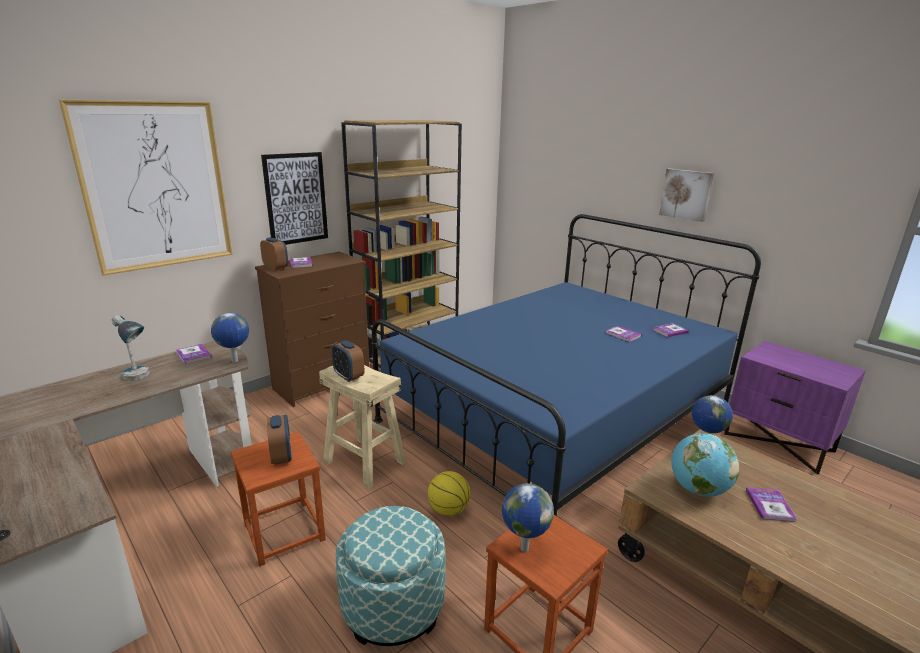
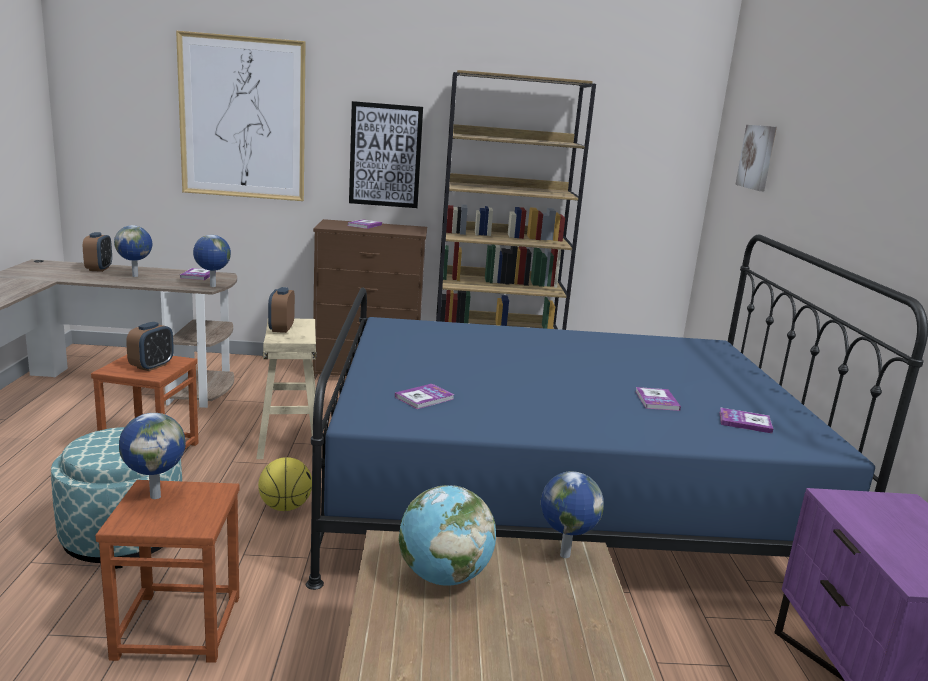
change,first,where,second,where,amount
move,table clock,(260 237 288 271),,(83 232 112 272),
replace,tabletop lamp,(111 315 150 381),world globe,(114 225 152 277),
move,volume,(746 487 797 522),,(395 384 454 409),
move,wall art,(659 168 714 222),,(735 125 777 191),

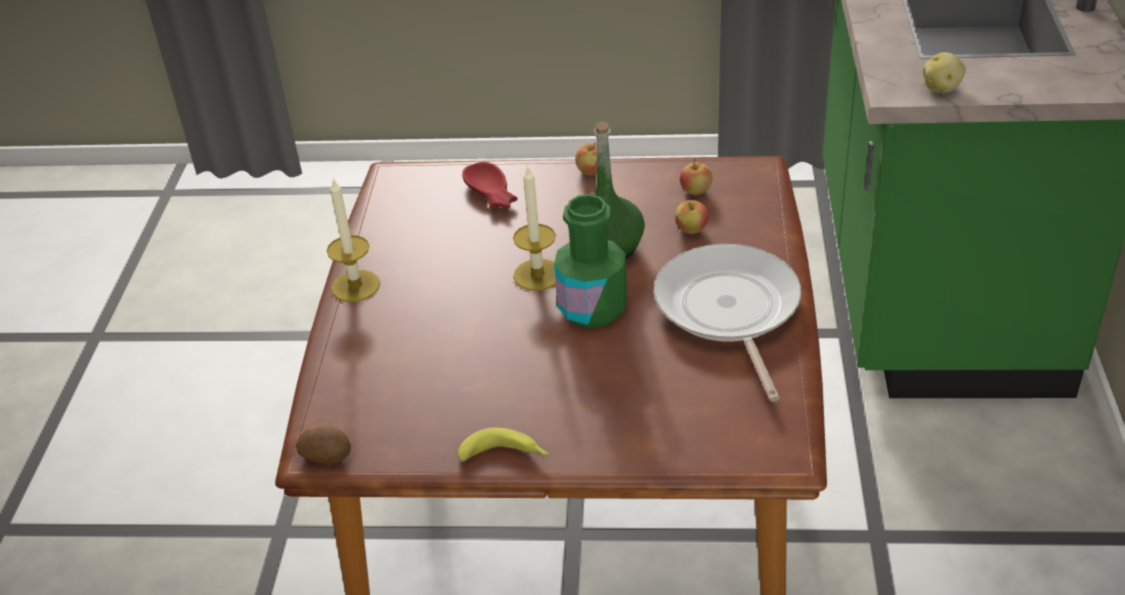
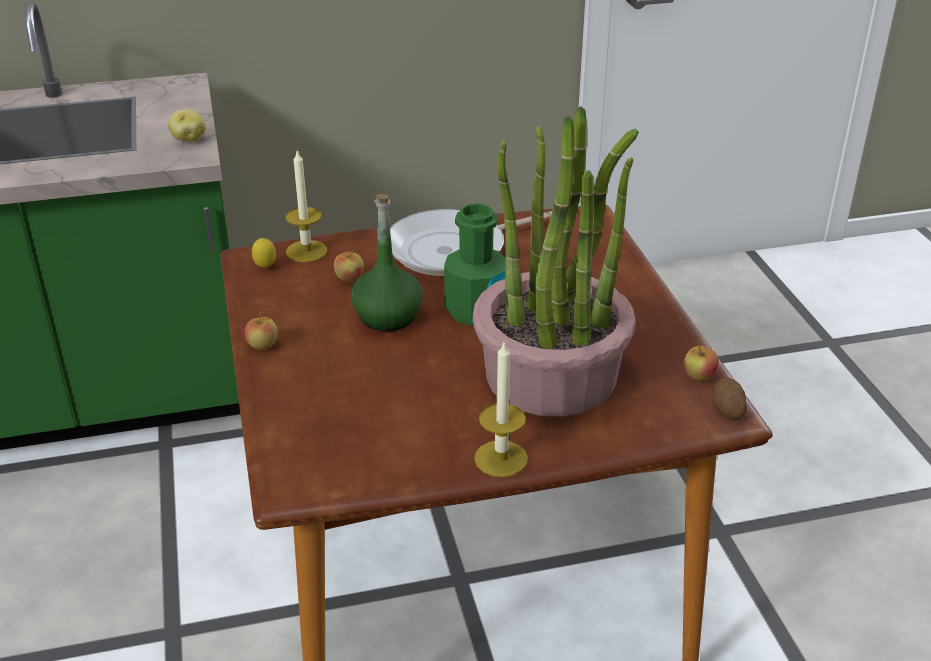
change,first,where,second,where,amount
insert,,,citrus fruit,(252 238 276 268),
move,wax candle,(513 165 556 291),,(285 150 328 262),
insert,,,plant in a pot,(473 106 639 417),
move,whole apple,(680 158 713 195),,(684 346 719 380),
delete,whole banana,(458 428 550 462),,,
delete,deep dish (red),(462 162 518 209),,,

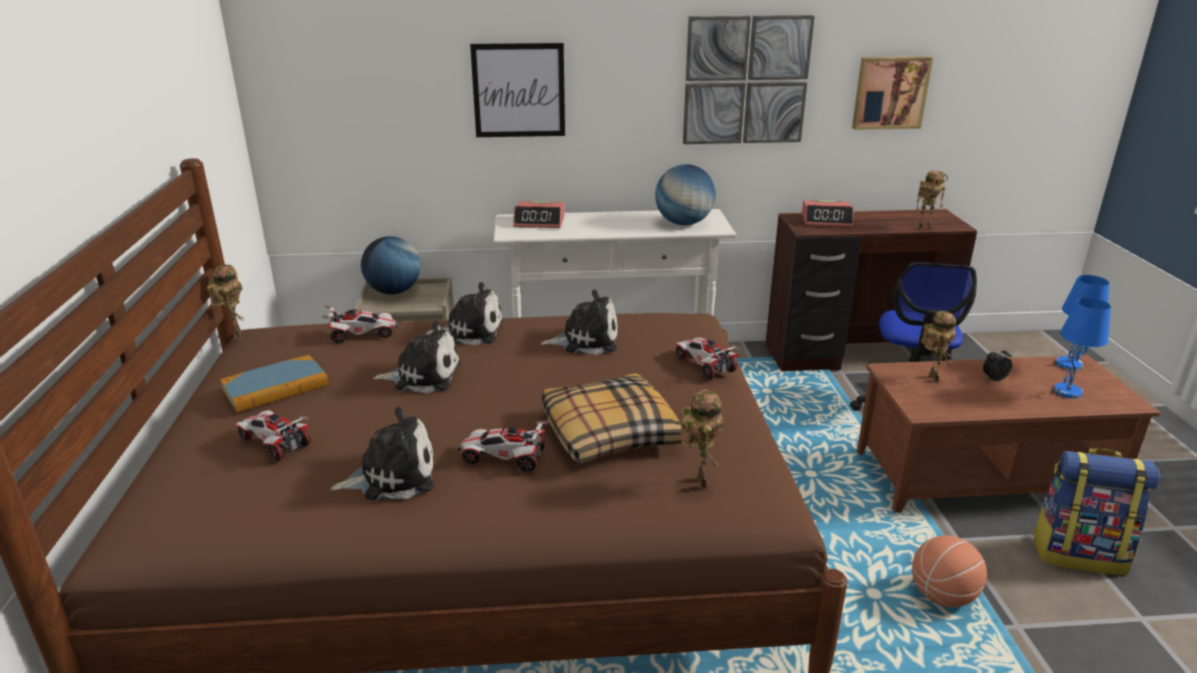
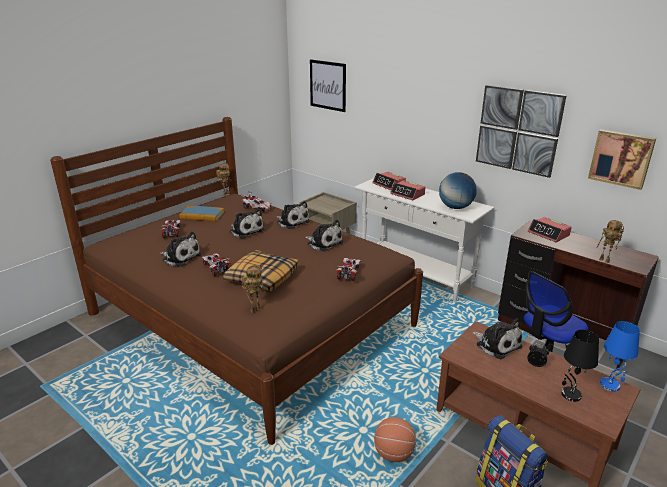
change,first,where,second,where,amount
move,wall art,(470 43 565 137),,(310 59 346 112),
insert,,,table clock,(390 180 425 200),
replace,toy robot,(921 311 956 383),soft toy,(472 318 522 359),
recolor,tabletop lamp (blue-coloured),(1054 297 1111 399),tabletop lamp (blackish),(561 330 599 402),
delete,world globe,(361 236 420 295),,,

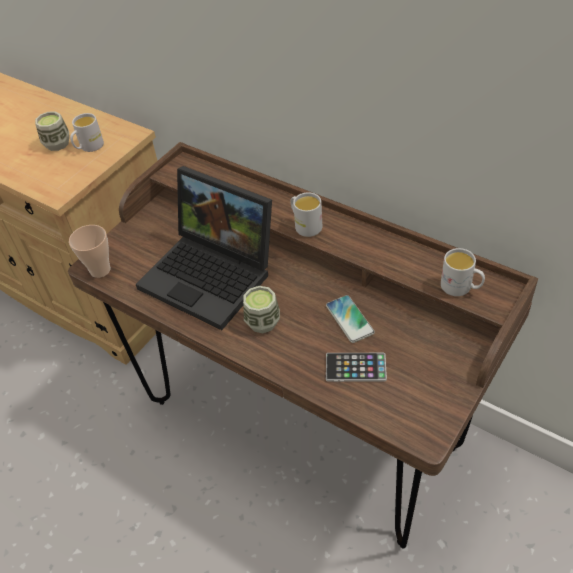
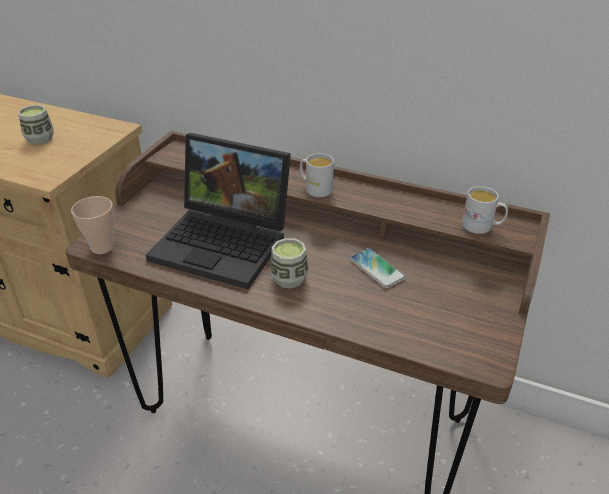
change,first,where,second,where,amount
delete,mug (white-coloured),(70 113 104 152),,,
delete,telephone,(326 353 387 382),,,

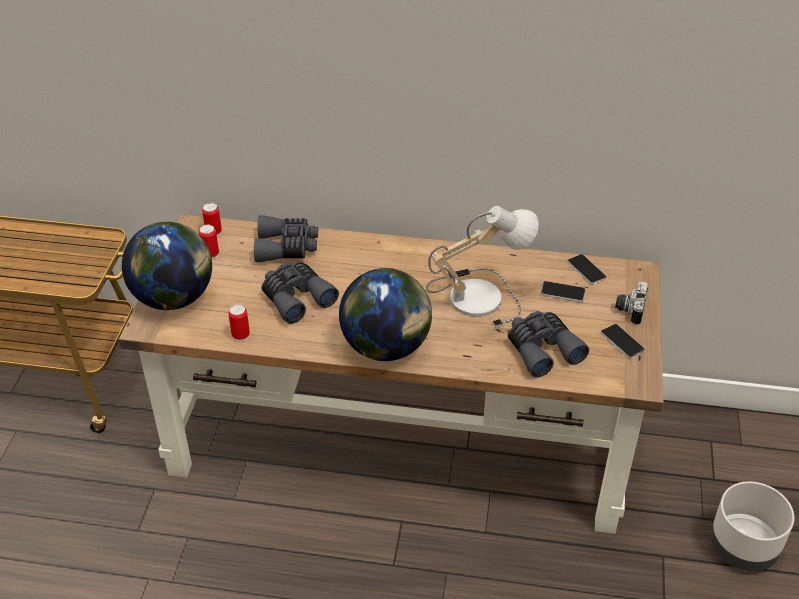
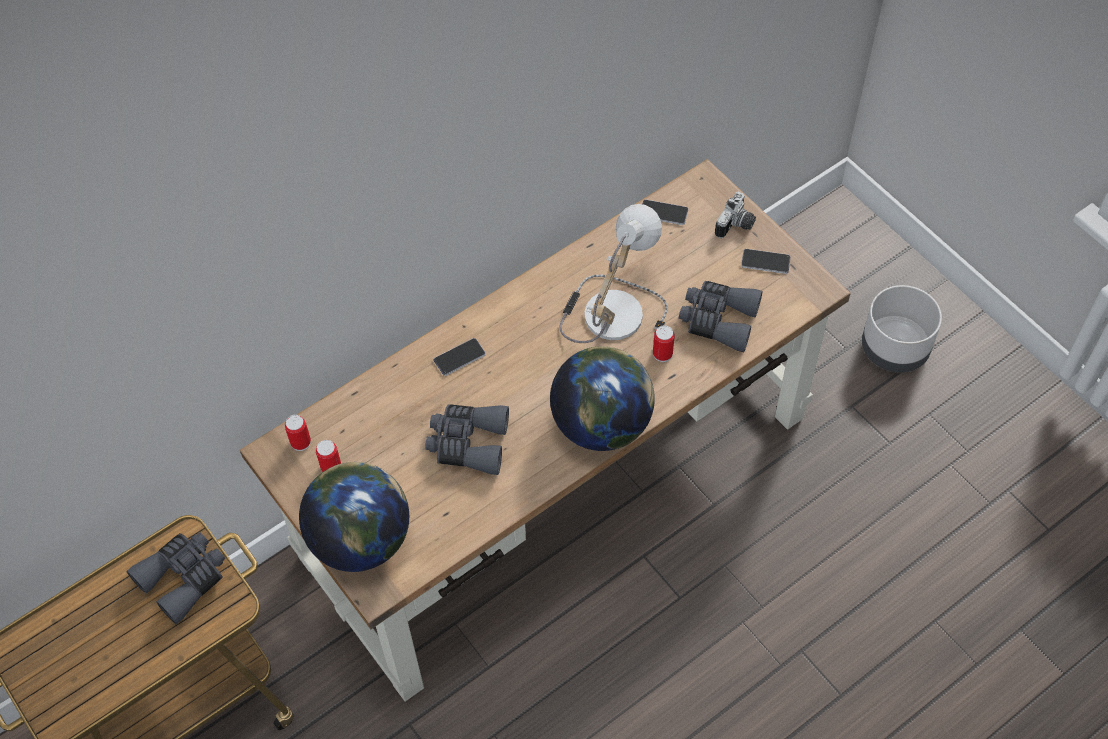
change,first,where,second,where,amount
move,binoculars (grey),(254 216 318 262),,(126 532 225 624),
move,telephone,(541 281 586 302),,(433 338 486 376),
move,metal can,(228 304 250 341),,(653 325 675 362),
rotate,still camera,(615 281 648 325),,(715 192 756 238),120 degrees counterclockwise

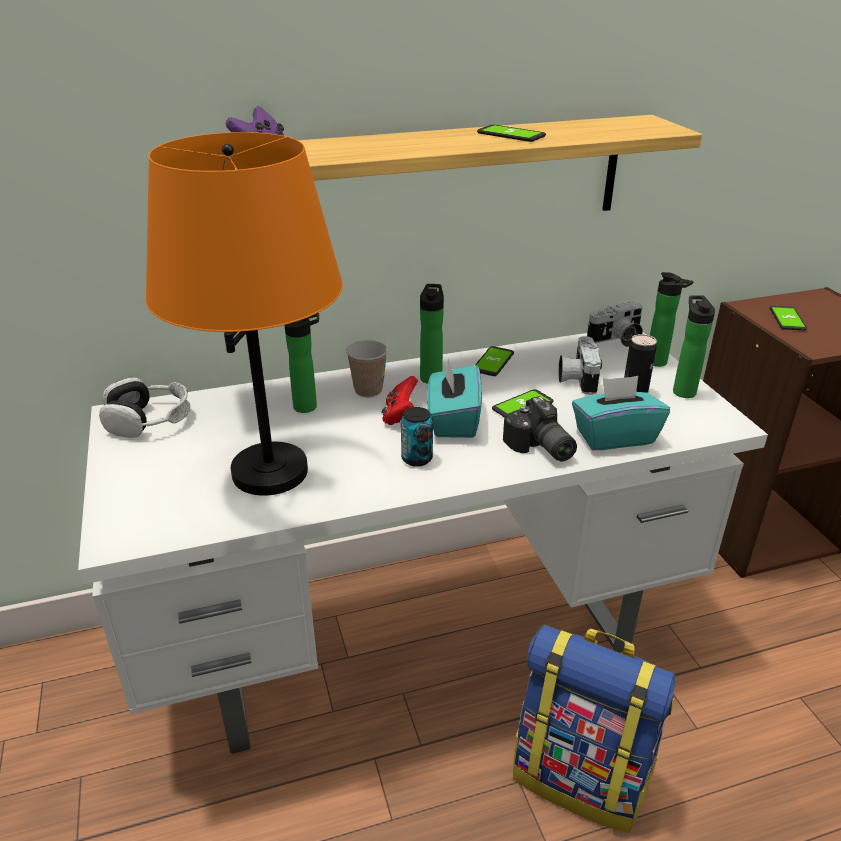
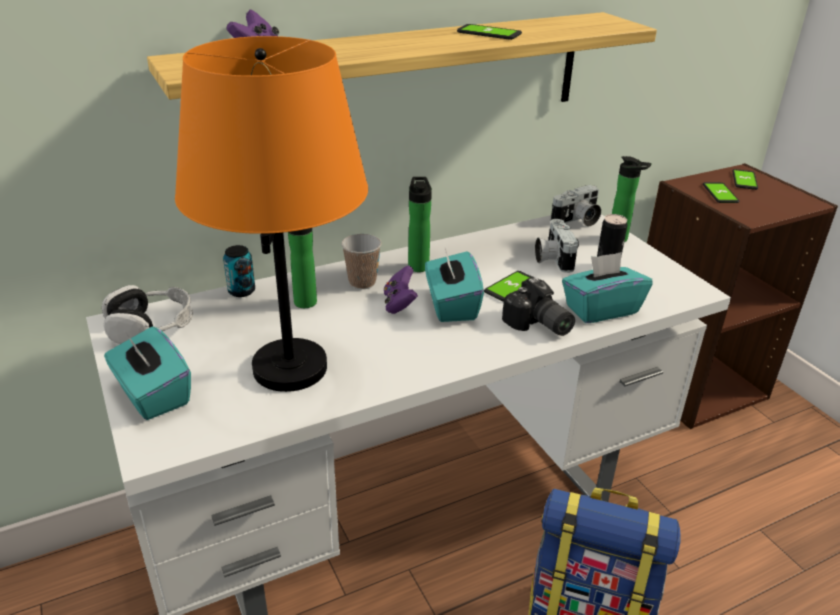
change,first,where,second,where,amount
insert,,,box of tissues (blue-green),(104 327 191 420),
move,metal can,(401 407 433 467),,(223 245 255 297),
recolor,joypad (red),(381 376 418 425),joypad (purple),(384 265 418 314),
move,telephone,(475 346 514 376),,(732 169 758 190),
delete,drink bottle,(673 295 715 398),,,

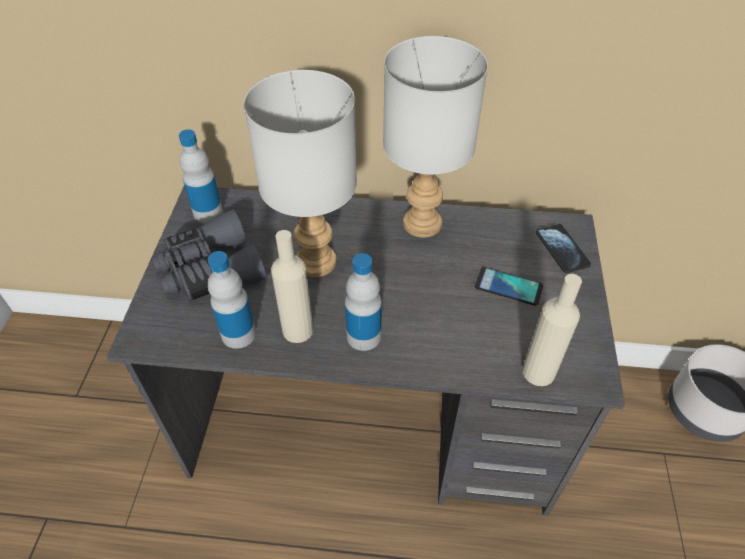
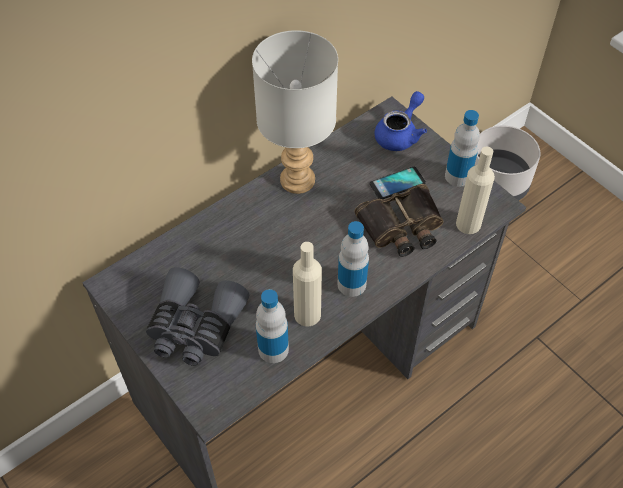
change,first,where,second,where,amount
insert,,,binoculars,(354 184 444 257),
replace,telephone,(536 224 591 273),pot for tea (blue-coloured),(374 91 427 151),
move,drink bottle,(179 129 223 223),,(445 110 480 187),
delete,tabletop lamp (grey),(244 70 357 277),,,

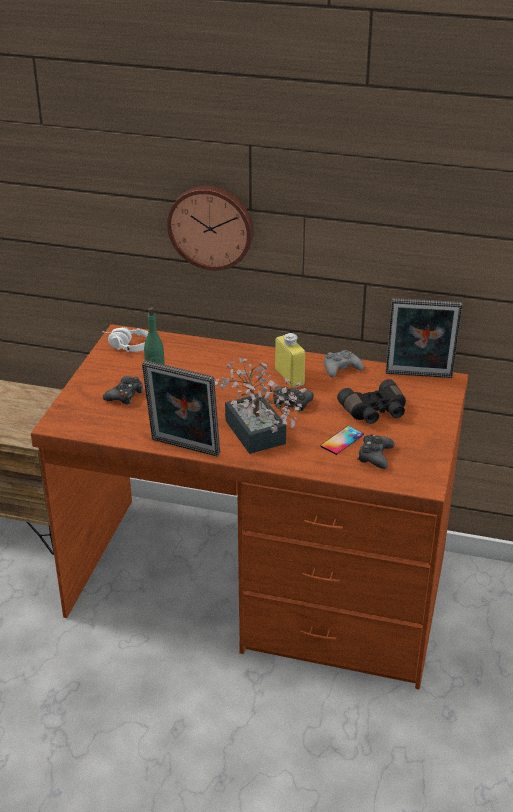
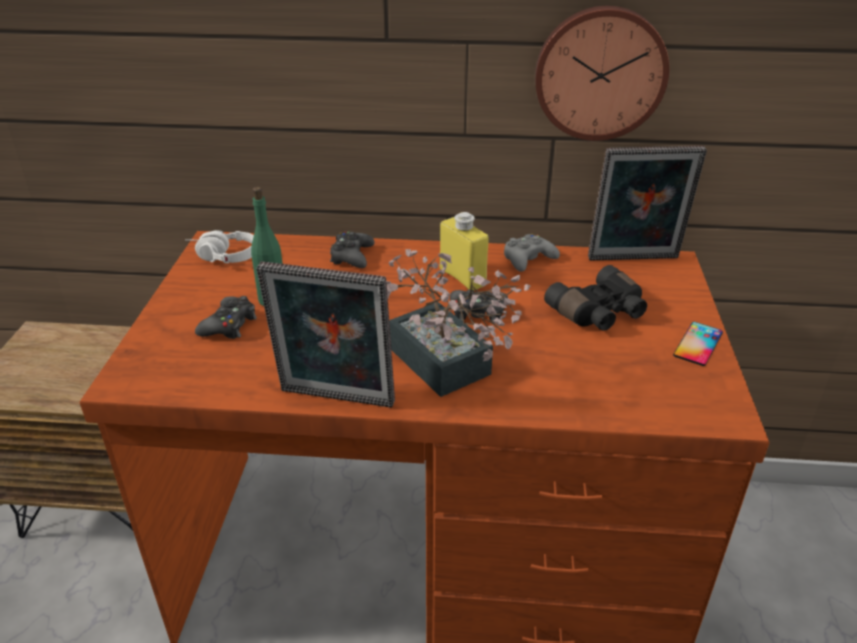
change,first,where,second,where,amount
move,joypad (blackish),(357 434 395 469),,(330 232 375 268),
move,clock on the wall,(167 186 254 271),,(535 6 669 141),
move,telephone,(320 426 364 455),,(673 322 723 366),

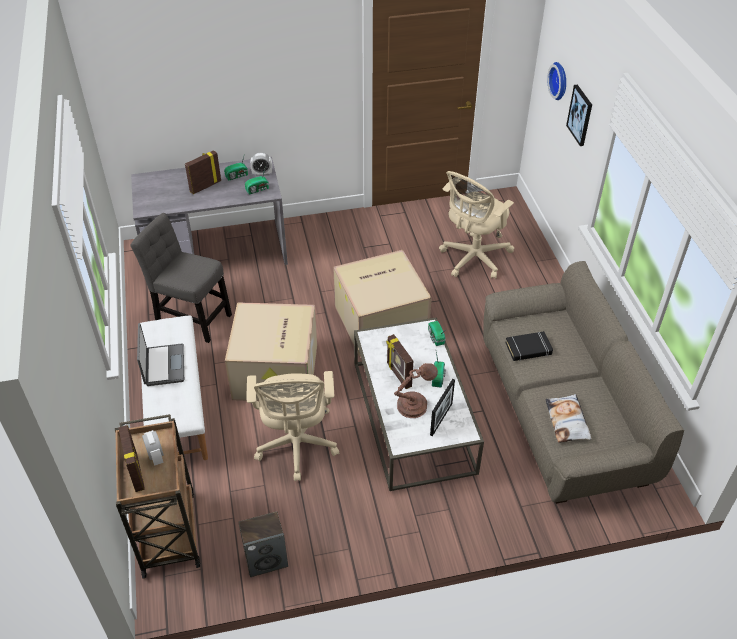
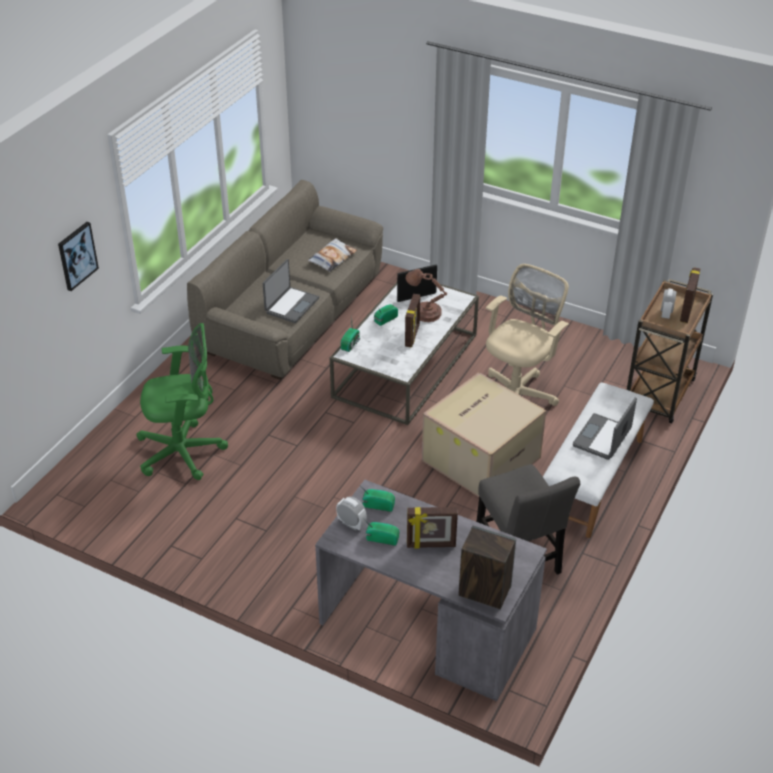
change,first,where,second,where,amount
recolor,office chair (sand-coloured),(439 171 514 279),office chair (green-coloured),(137 323 228 480),
replace,volume (blackish),(505 331 553 361),laptop,(263 259 319 323),
move,speaker,(239 511 288 577),,(458 526 516 609),
delete,carton,(333 250 432 357),,,
delete,clock on the wall,(547 62 566 100),,,

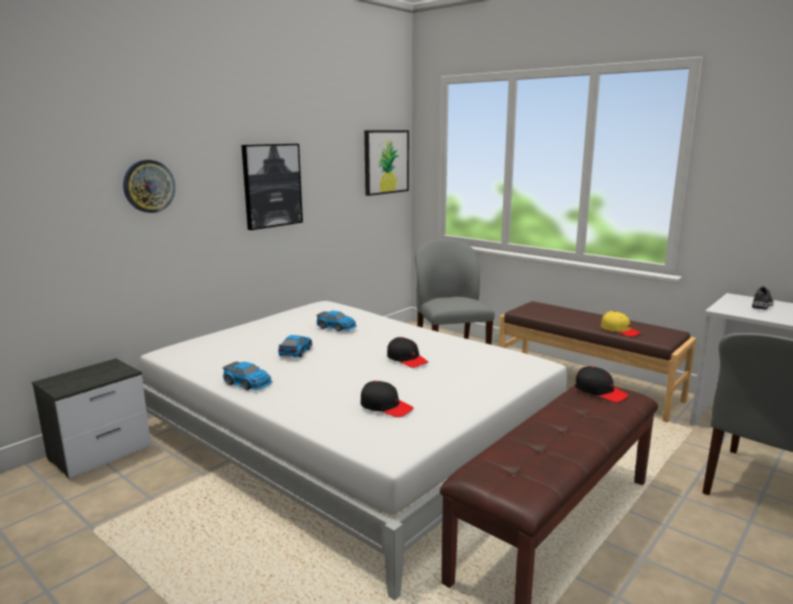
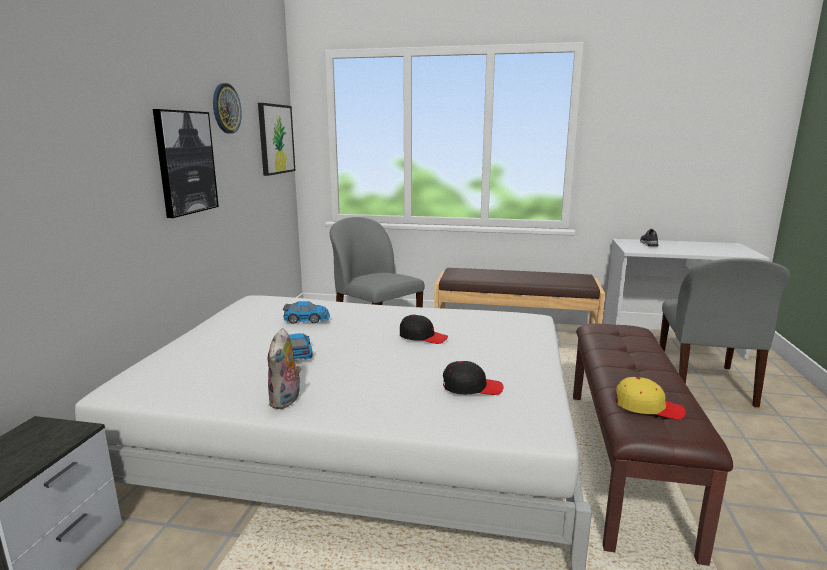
change,first,where,second,where,amount
move,clock on the wall,(123 160 175 213),,(213 83 242 134),
replace,toy car,(223 361 273 390),soft toy,(268 328 301 409),
move,baseball cap (yellow),(601 311 641 337),,(615 377 686 419),
delete,baseball cap (blackish),(575 366 629 402),,,

